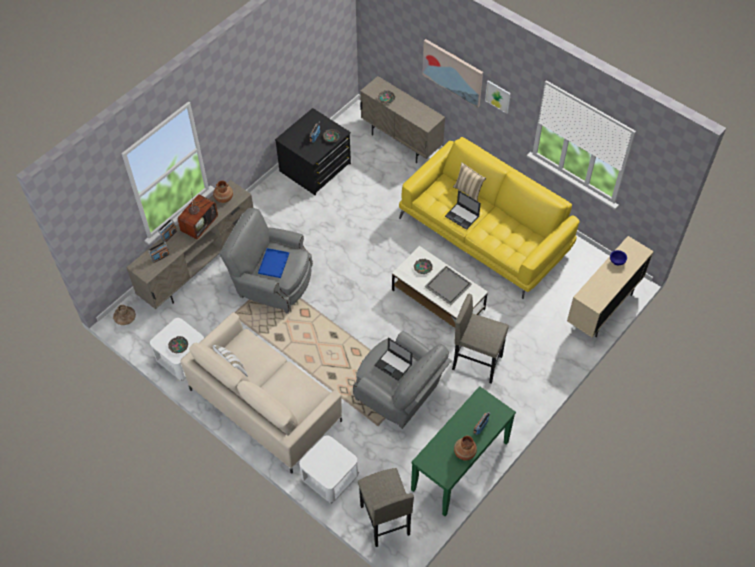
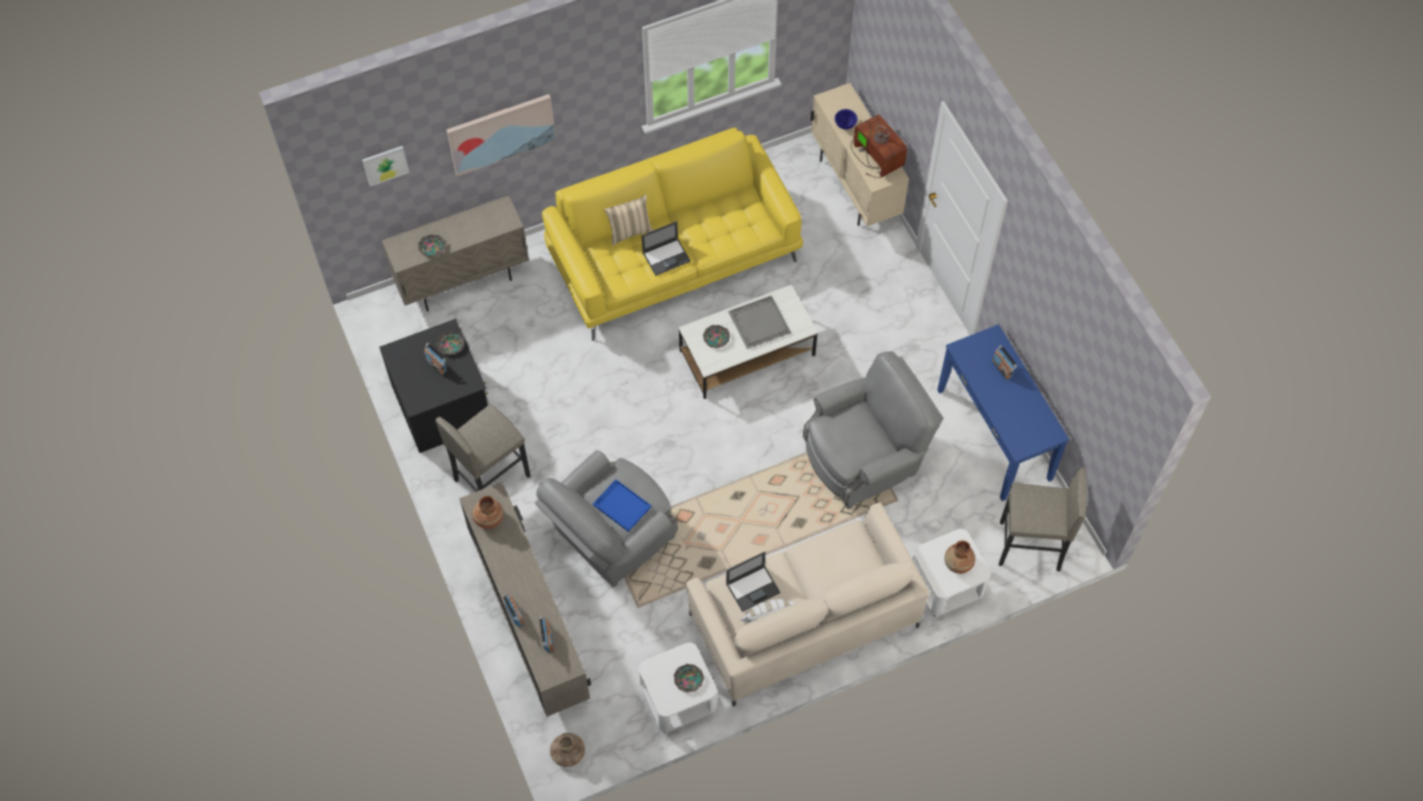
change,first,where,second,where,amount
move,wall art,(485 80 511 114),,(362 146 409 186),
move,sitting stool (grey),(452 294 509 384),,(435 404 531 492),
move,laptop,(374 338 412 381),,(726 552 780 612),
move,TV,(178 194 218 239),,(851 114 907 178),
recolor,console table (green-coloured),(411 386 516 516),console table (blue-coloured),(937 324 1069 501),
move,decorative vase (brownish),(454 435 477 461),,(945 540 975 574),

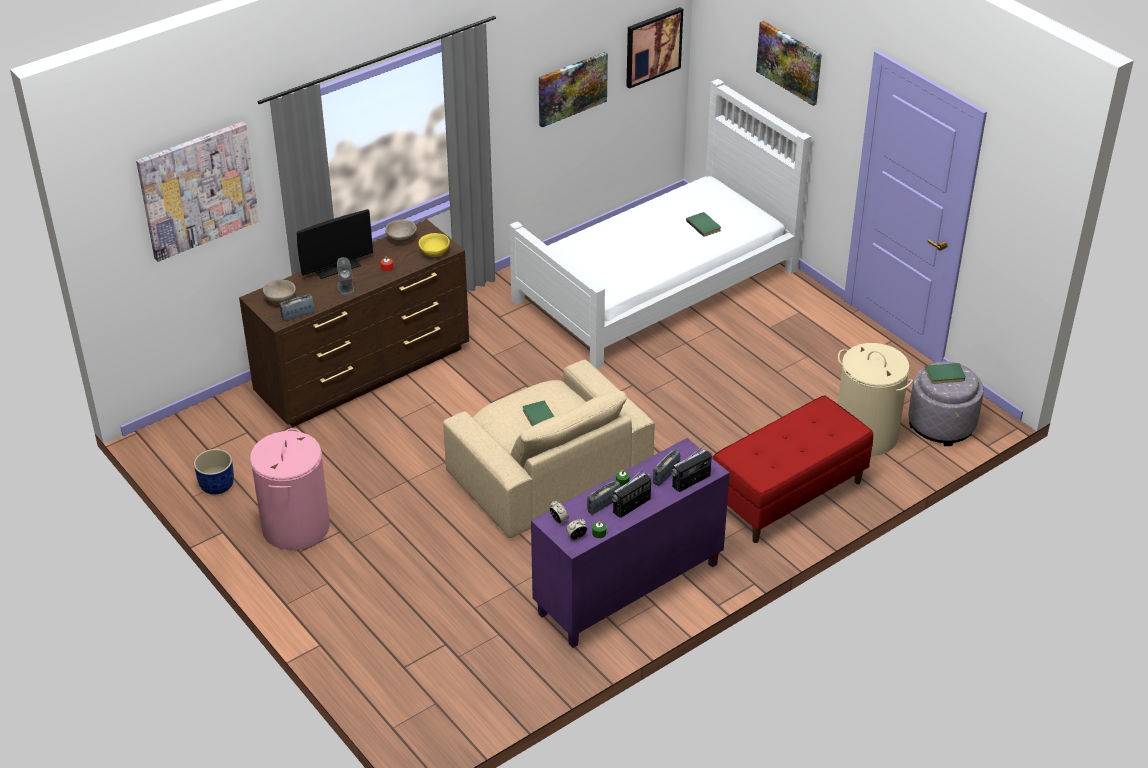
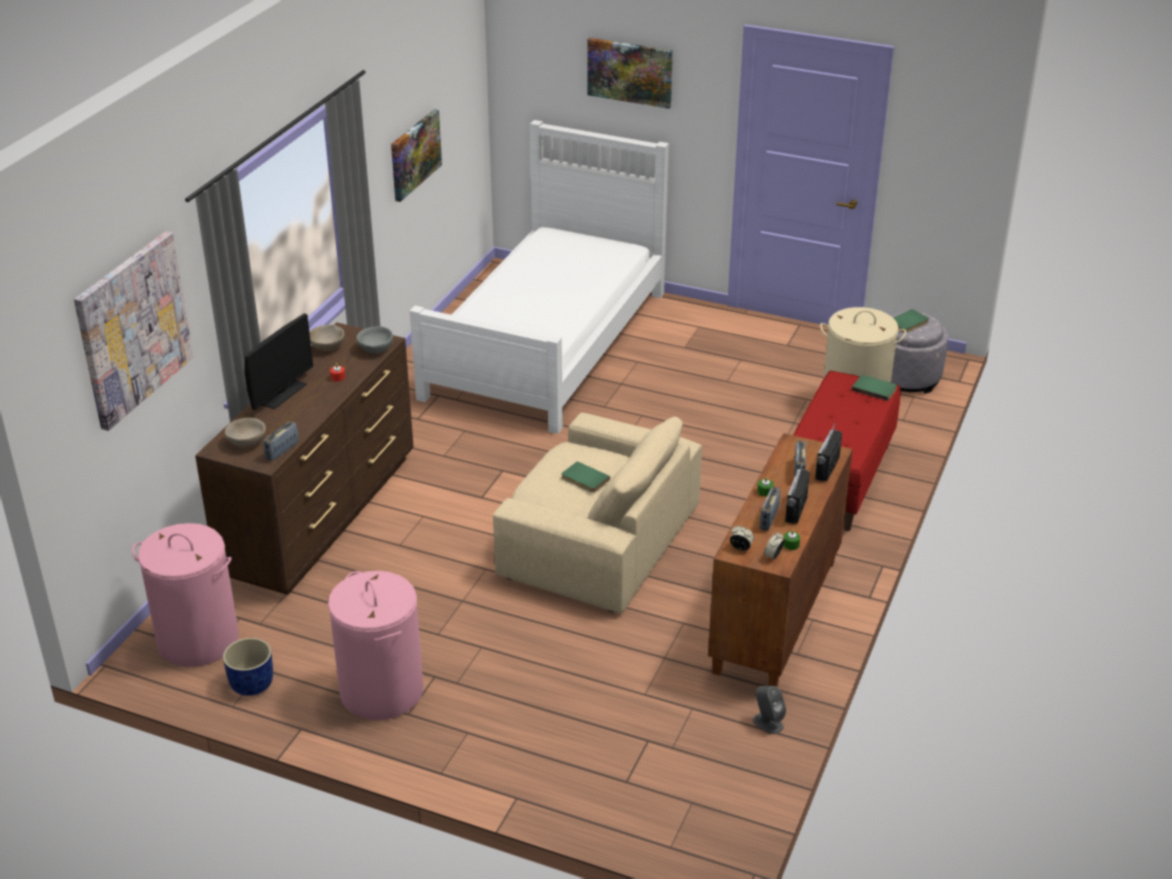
change,first,where,second,where,amount
insert,,,laundry basket (pinkish),(132 523 239 667),
recolor,deep dish (yellow),(418 233 450 257),deep dish (grey),(356 326 393 353),
recolor,cabinet (purple),(531 438 730 648),cabinet (brownish),(708 433 853 687),
move,speaker (grey),(337 257 355 295),,(753 686 786 734),
move,volume (green-coloured),(686 212 721 237),,(852 375 897 401),
delete,wall art,(626 7 683 89),,,

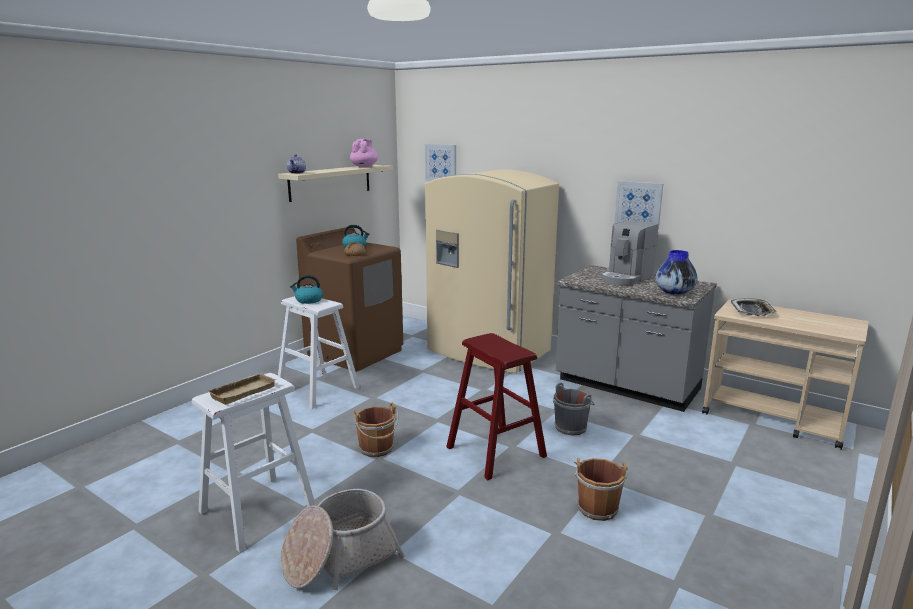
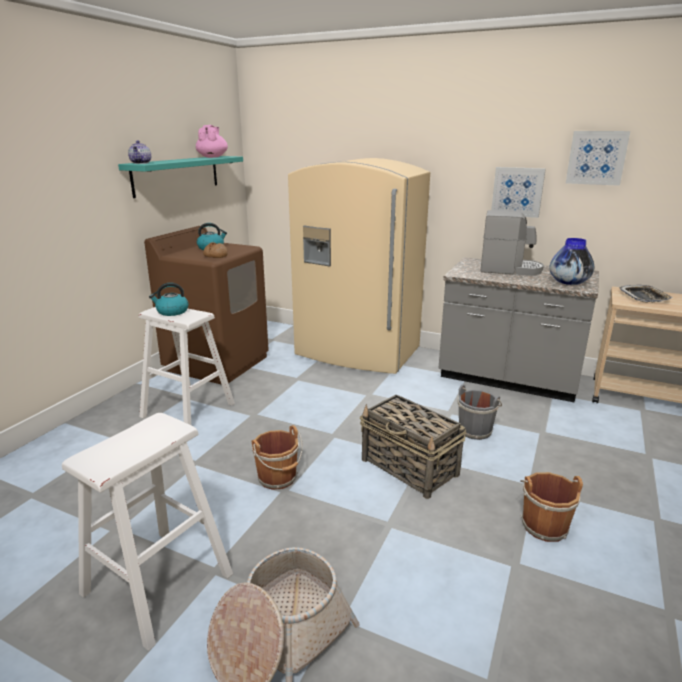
change,first,where,second,where,amount
recolor,shelf (sand-coloured),(278 165 393 202),shelf (blue-green),(118 156 243 198),
replace,sitting stool (red),(446 333 547 480),household basket,(360 394 466 499),
rotate,coffee brewer,(601 220 658 285),,(480 210 544 276),105 degrees counterclockwise
move,wall art,(425 144 456 182),,(566 131 630 186),
delete,carrying tray (sand-coloured),(206 373 276 405),,,

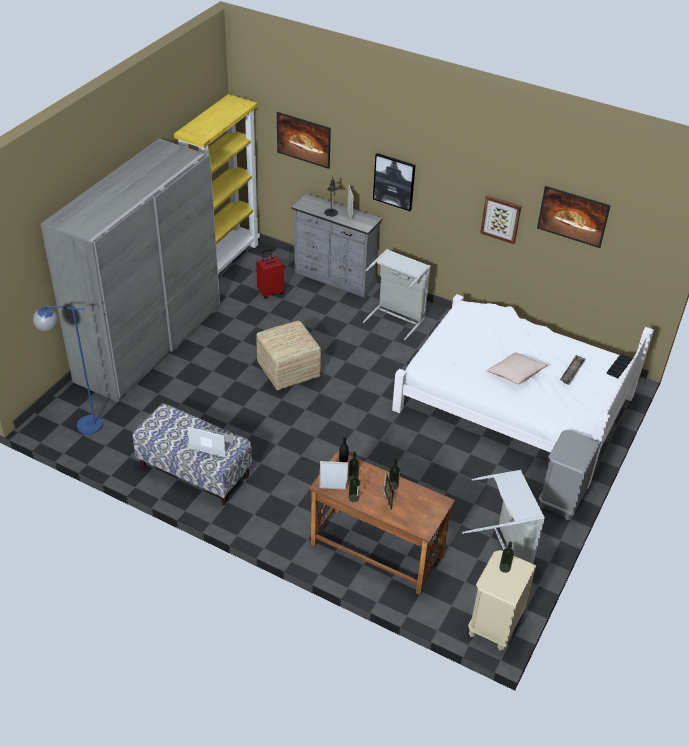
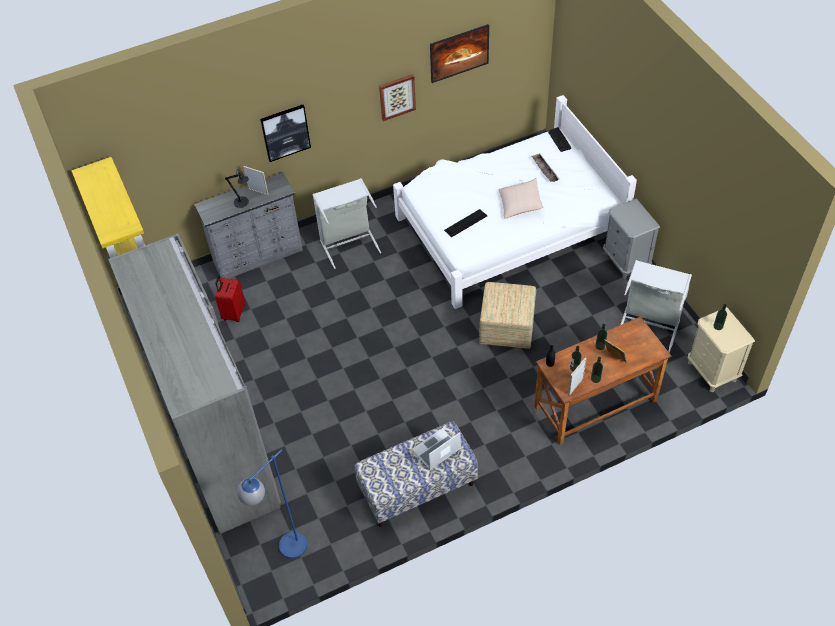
change,first,where,second,where,amount
insert,,,PC keyboard,(444 209 487 238),
move,pouffe,(256 321 321 390),,(479 282 536 349),
delete,wall art,(277 112 331 169),,,

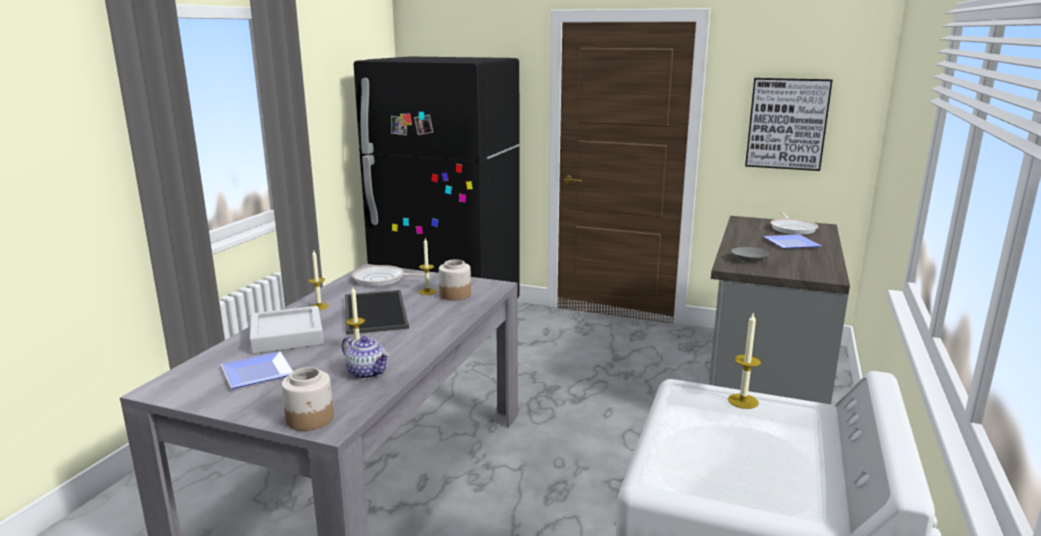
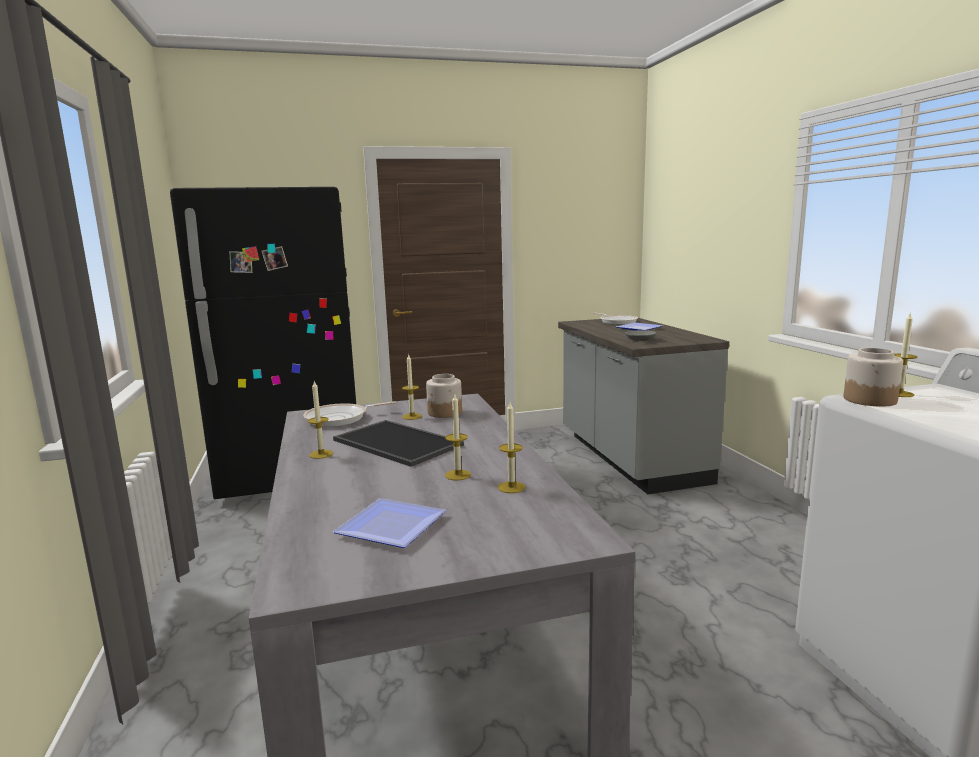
change,first,where,second,where,amount
replace,pot for tea,(342 336 390 379),wax candle,(498 402 526 493),
move,preserve jar,(282 367 333 431),,(844 348 903 407),
delete,carrying tray (grey),(250 306 324 354),,,
delete,wall art,(745 78 832 171),,,

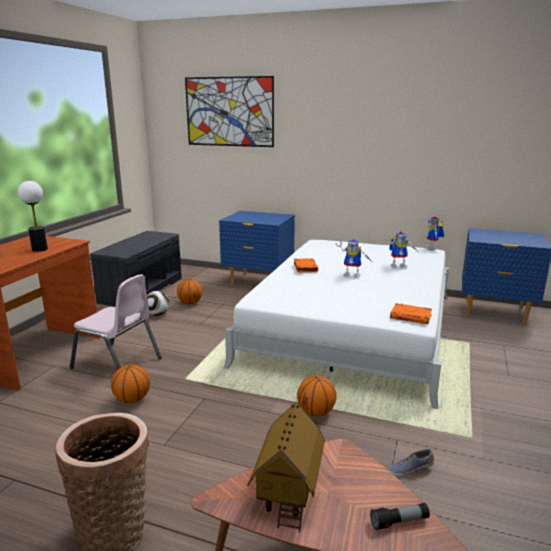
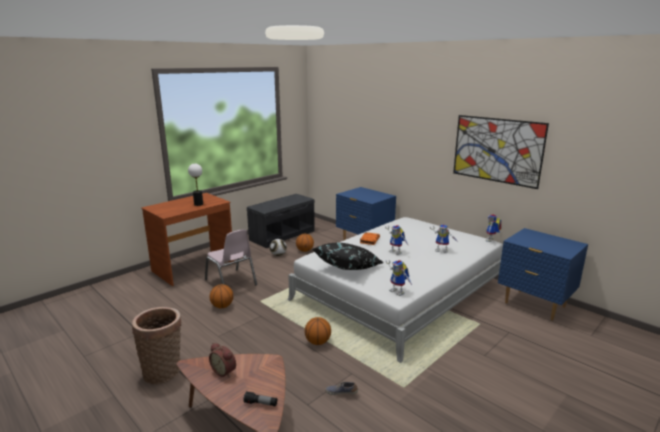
change,first,where,second,where,amount
replace,miniature house,(248 402 325 532),table clock,(209 343 236 378),
insert,,,pillow (blackish),(313 243 384 270),
replace,volume (orangey),(390 303 432 324),toy robot,(386 260 412 296),
move,wall art,(185 76 274 147),,(453 115 549 189),

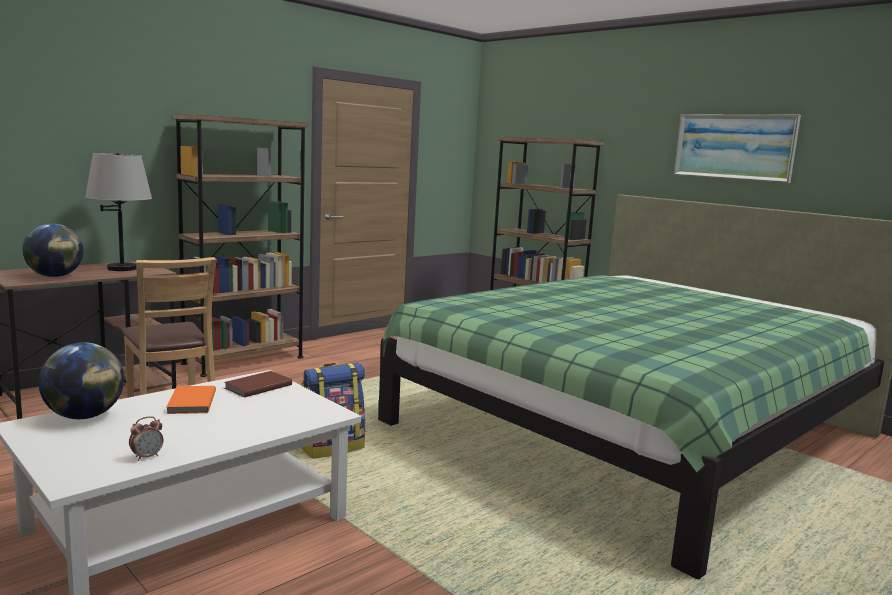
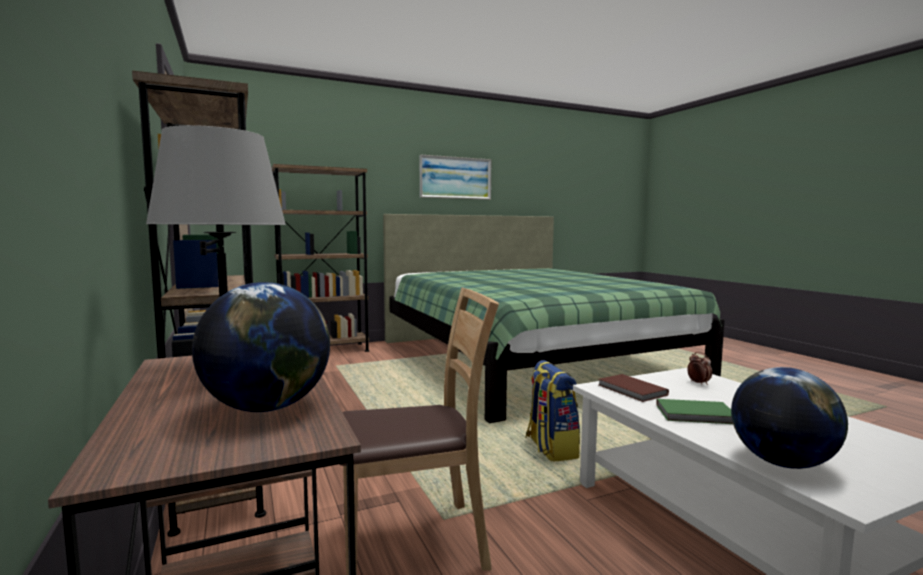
change,first,where,second,where,amount
recolor,volume (orangey),(166 386 216 414),volume (green-coloured),(656 399 733 424),
move,table clock,(129 417 163 461),,(687 352 712 385),

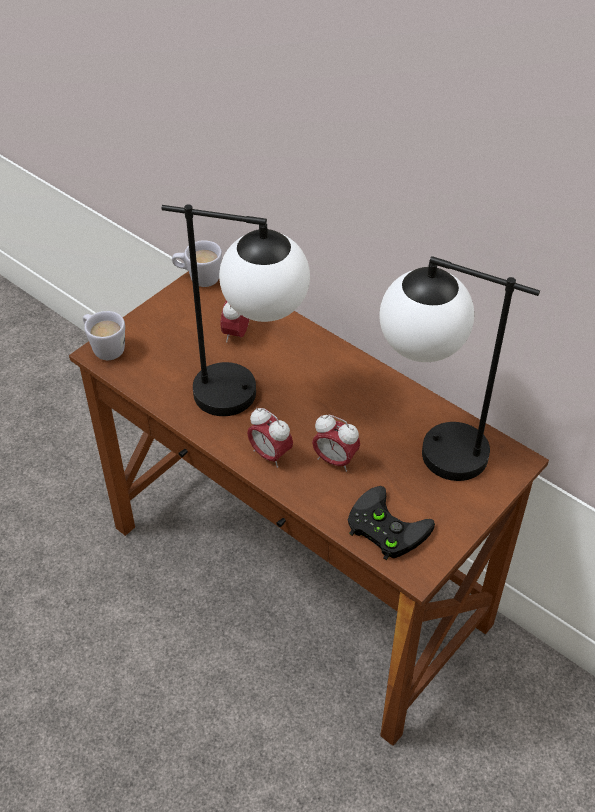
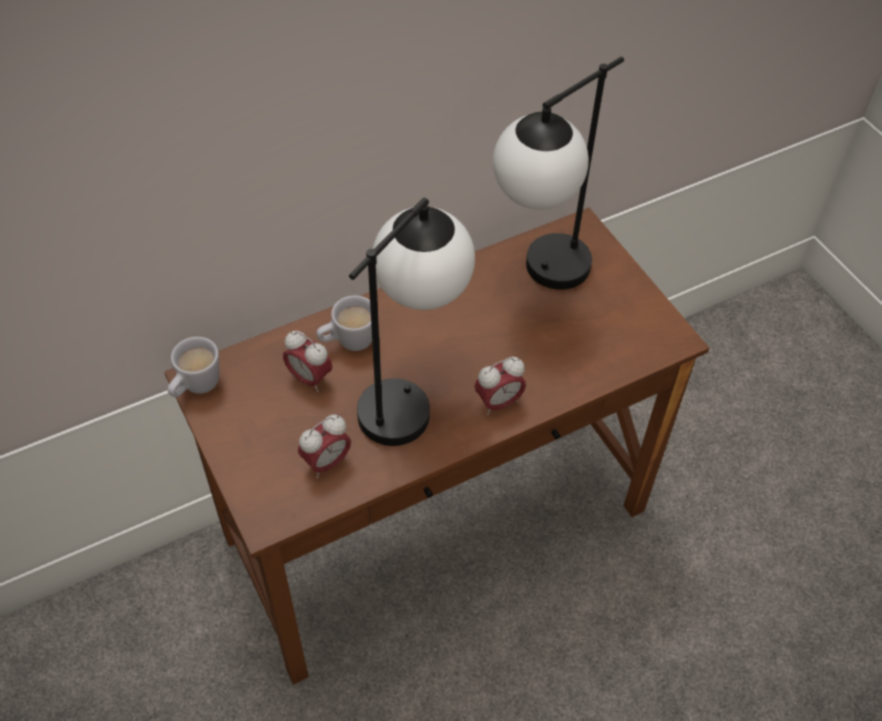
change,first,where,second,where,amount
move,table clock,(312 415 360 472),,(298 415 351 478),
move,mug (white-coloured),(83 311 125 360),,(316 295 372 351),
delete,joypad (blackish),(348 486 435 560),,,

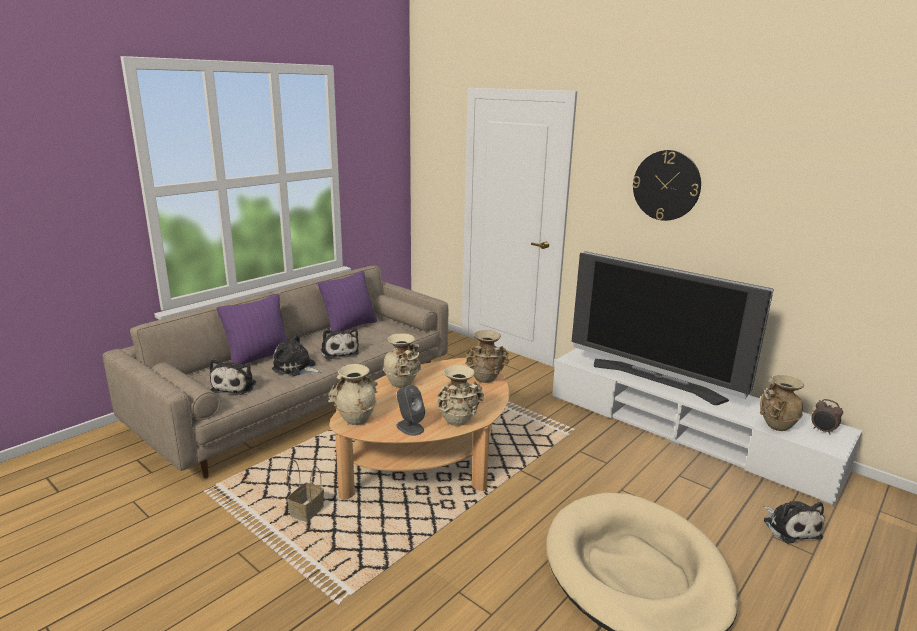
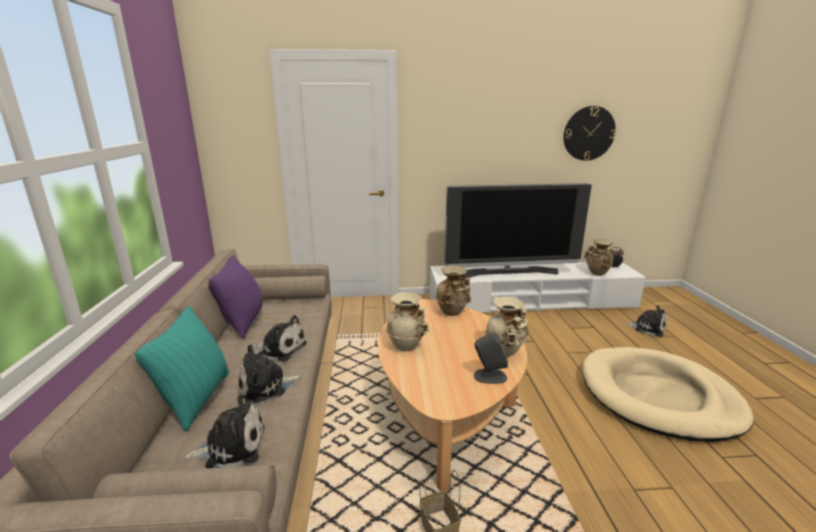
change,first,where,second,where,amount
recolor,pillow (purple),(217 294 288 365),pillow (blue-green),(135 306 230 431),
rotate,soft toy,(209 359 256 395),,(183 394 265 468),60 degrees counterclockwise
move,clock on the wall,(632 150 701 221),,(563 106 616 161),
delete,decorative vase (sand-coloured),(328 364 378 425),,,

